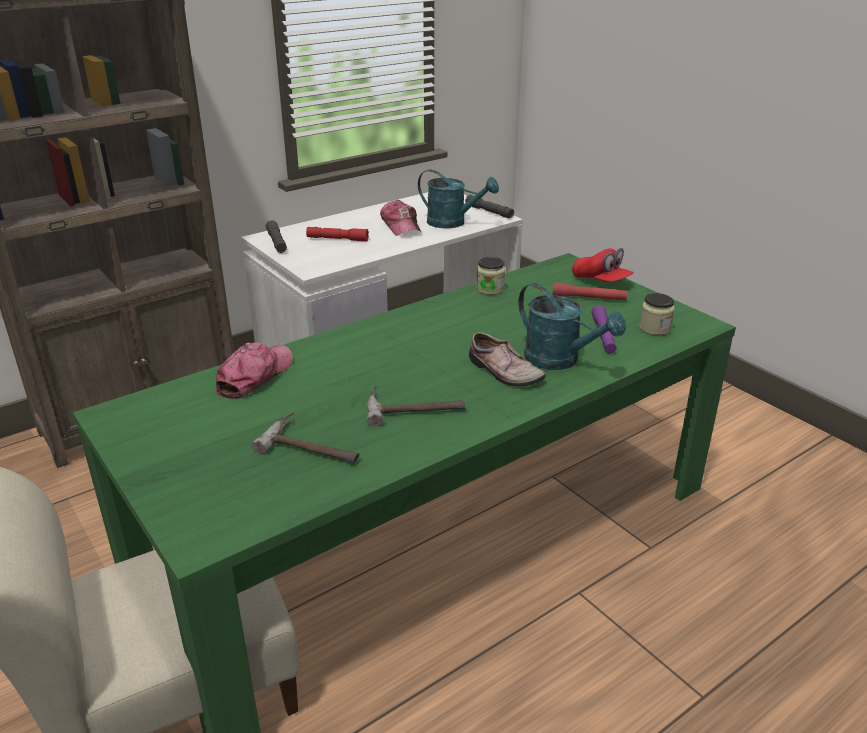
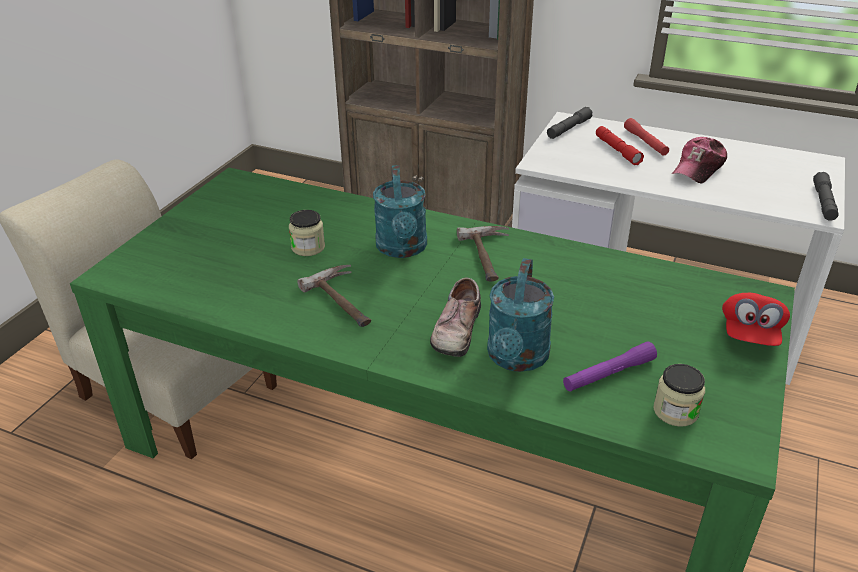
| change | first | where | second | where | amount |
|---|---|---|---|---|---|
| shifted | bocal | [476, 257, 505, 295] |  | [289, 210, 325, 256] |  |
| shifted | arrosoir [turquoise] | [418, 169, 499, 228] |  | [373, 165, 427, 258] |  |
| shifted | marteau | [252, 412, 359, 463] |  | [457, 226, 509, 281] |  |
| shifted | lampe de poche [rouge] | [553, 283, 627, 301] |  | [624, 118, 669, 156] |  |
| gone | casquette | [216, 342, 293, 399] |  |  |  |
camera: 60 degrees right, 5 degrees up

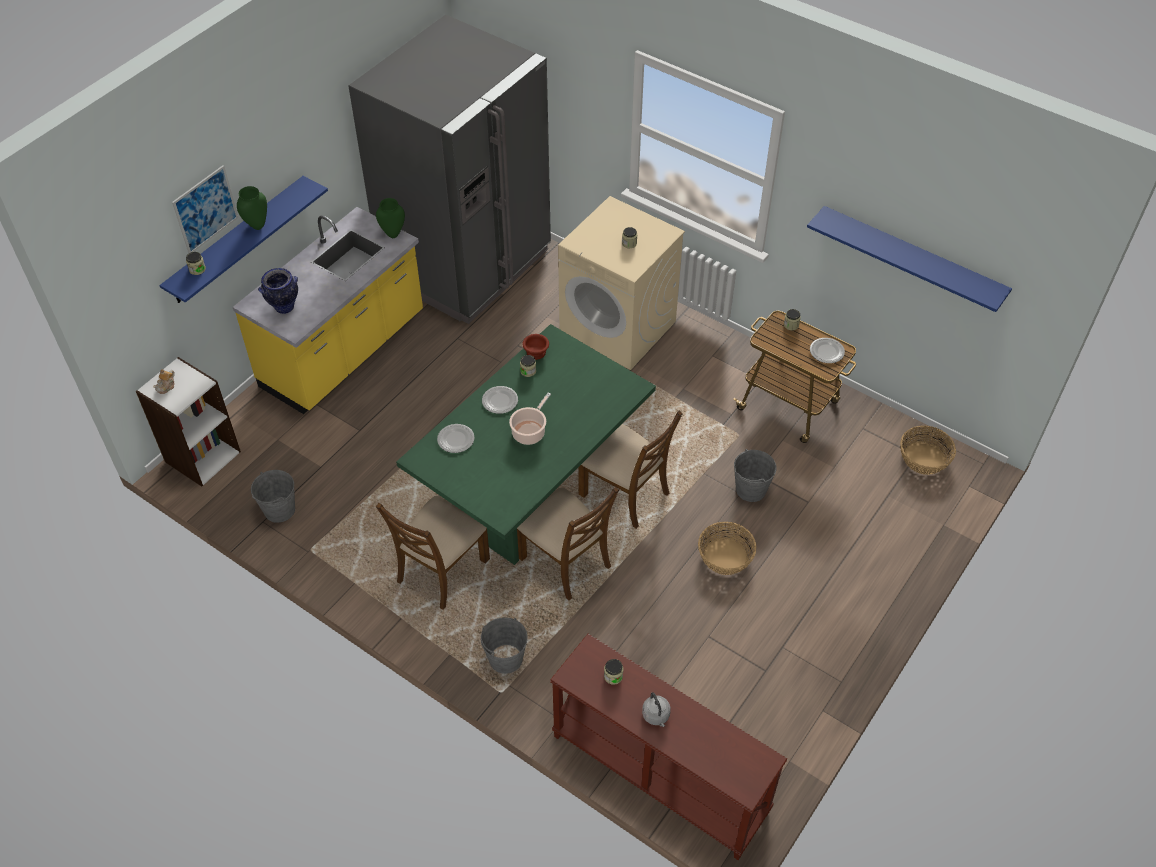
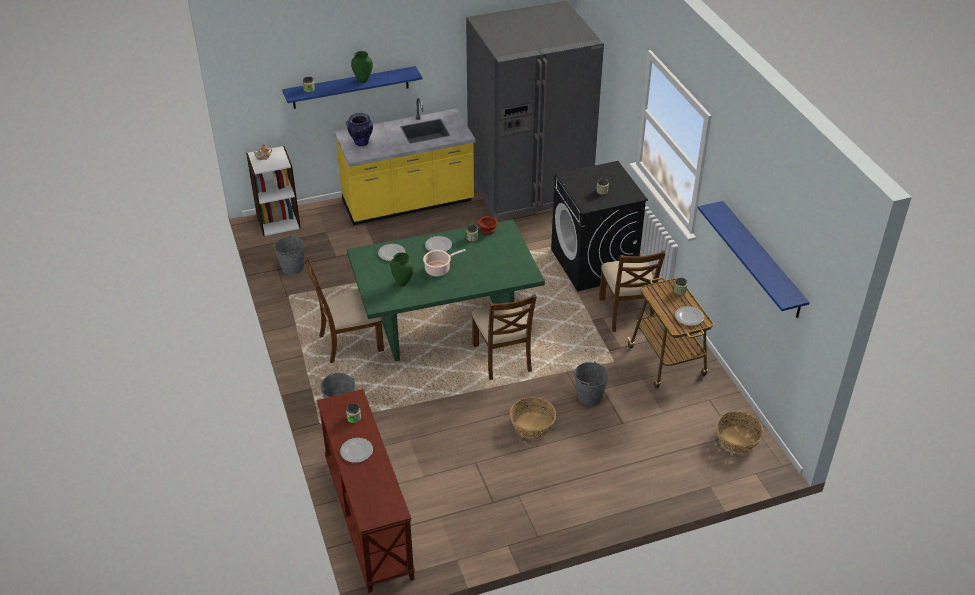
| change | first | where | second | where | amount |
|---|---|---|---|---|---|
| swapped | bouilloire [gris] | [642, 692, 671, 727] | assiette | [340, 438, 373, 463] |  |
| shifted | vase [vert] | [376, 198, 405, 238] |  | [390, 253, 413, 287] |  |
| repainted | lave-linge [beige] | [558, 196, 685, 370] | lave-linge [noir] | [551, 161, 648, 291] |  |
| shifted | chaise [marron] | [517, 487, 619, 600] |  | [599, 251, 665, 332] |  |
| gone | tableau | [172, 165, 238, 253] |  |  |  |
camera: 35 degrees right, 10 degrees down

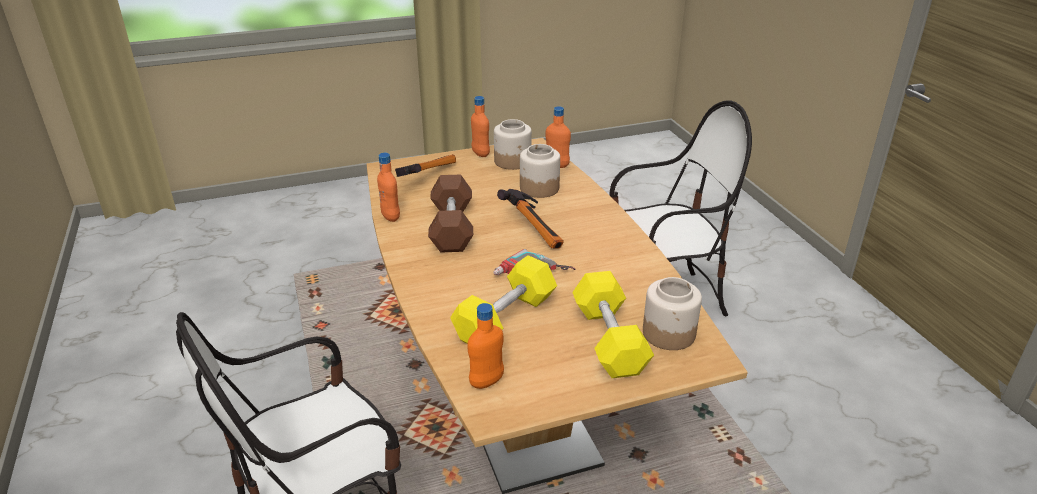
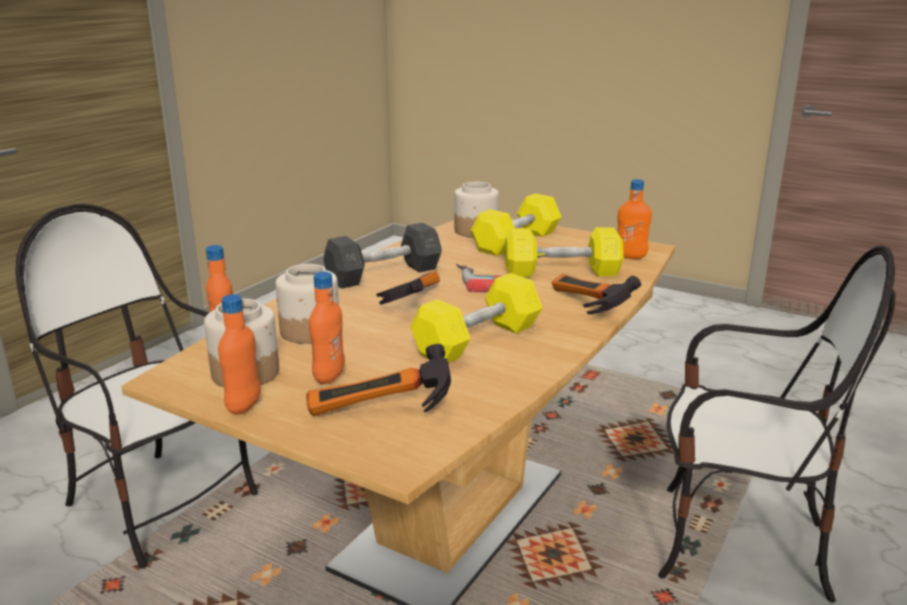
| change | first | where | second | where | amount |
|---|---|---|---|---|---|
| shifted | bouteille [orange] | [377, 153, 400, 222] |  | [309, 272, 345, 384] |  |
| new |  |  | haltère [gris] | [323, 223, 442, 289] |  |
| repainted | haltère [marron] | [428, 174, 473, 253] | haltère [jaune] | [410, 273, 543, 363] |  |
| new |  |  | marteau | [552, 274, 641, 314] |  |
camera: 130 degrees left, 10 degrees down

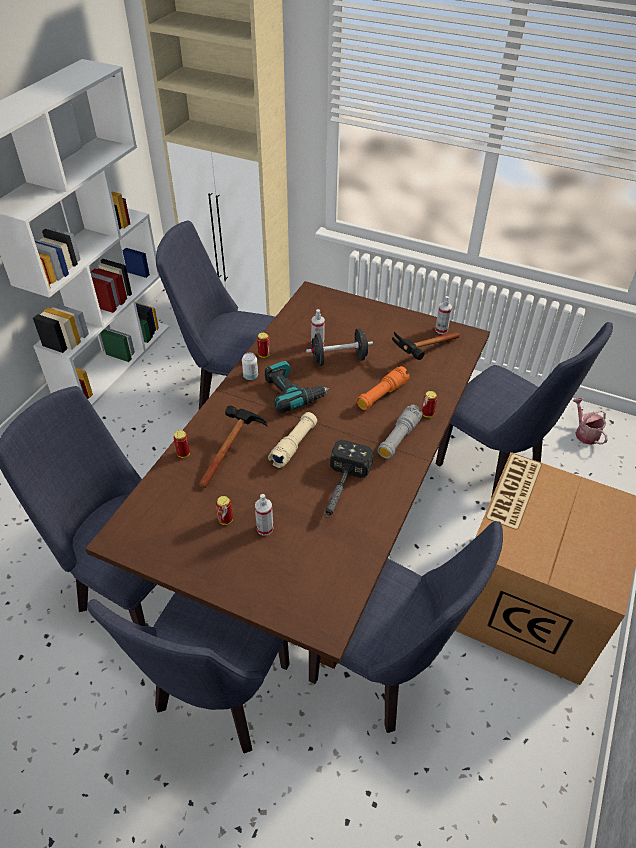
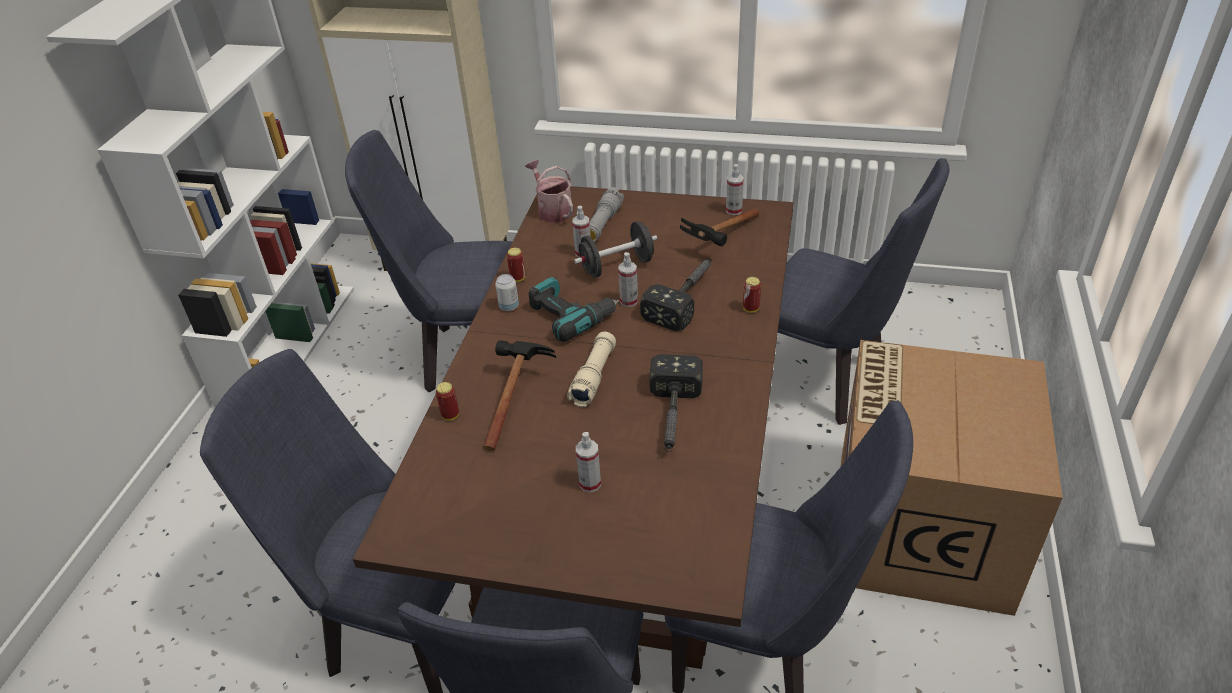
| change | first | where | second | where | amount |
|---|---|---|---|---|---|
| shifted | arrosoir | [572, 398, 608, 445] |  | [525, 160, 574, 222] |  |
| shifted | lampe de poche [gris] | [378, 405, 423, 459] |  | [590, 187, 624, 242] |  |
| new |  |  | vaporisateur | [618, 252, 638, 307] |  |
| swapped | lampe de poche [orange] | [356, 366, 410, 410] | marteau | [640, 259, 713, 331] |  |
| gone | boîte métallique | [216, 496, 233, 525] |  |  |  |
camera: 10 degrees left, 5 degrees down

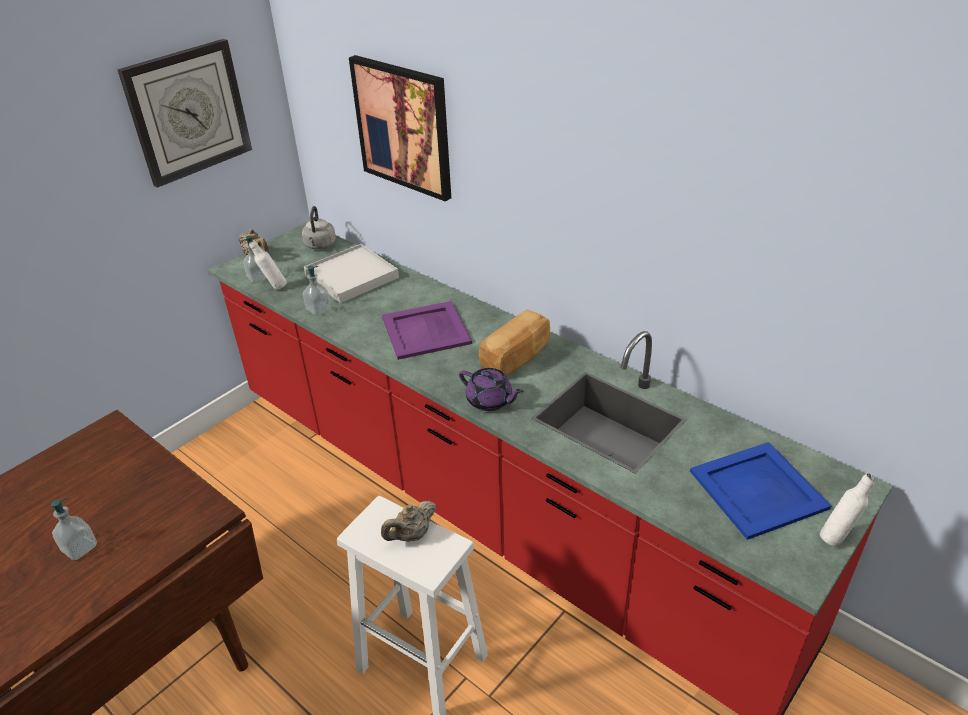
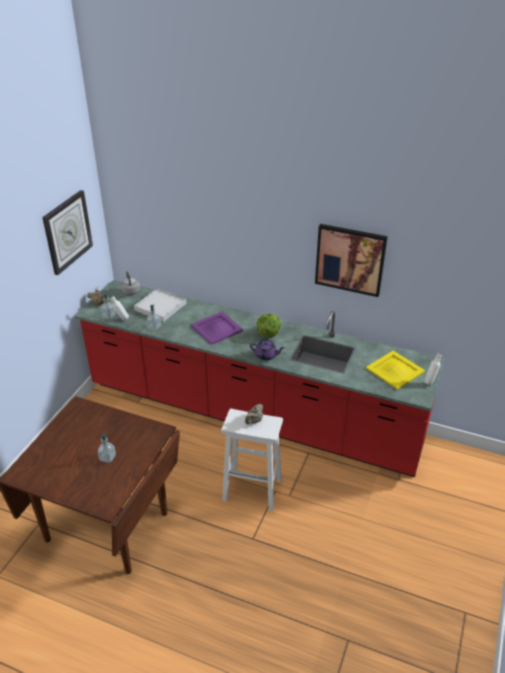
| change | first | where | second | where | amount |
|---|---|---|---|---|---|
| swapped | pain | [479, 309, 550, 376] | laitue | [257, 314, 280, 337] |  |
| shifted | tableau | [349, 55, 451, 202] |  | [315, 224, 388, 297] |  |
| repainted | plateau [bleu] | [690, 442, 832, 540] | plateau [jaune] | [366, 351, 425, 390] |  |
camera: 20 degrees left, 0 degrees up

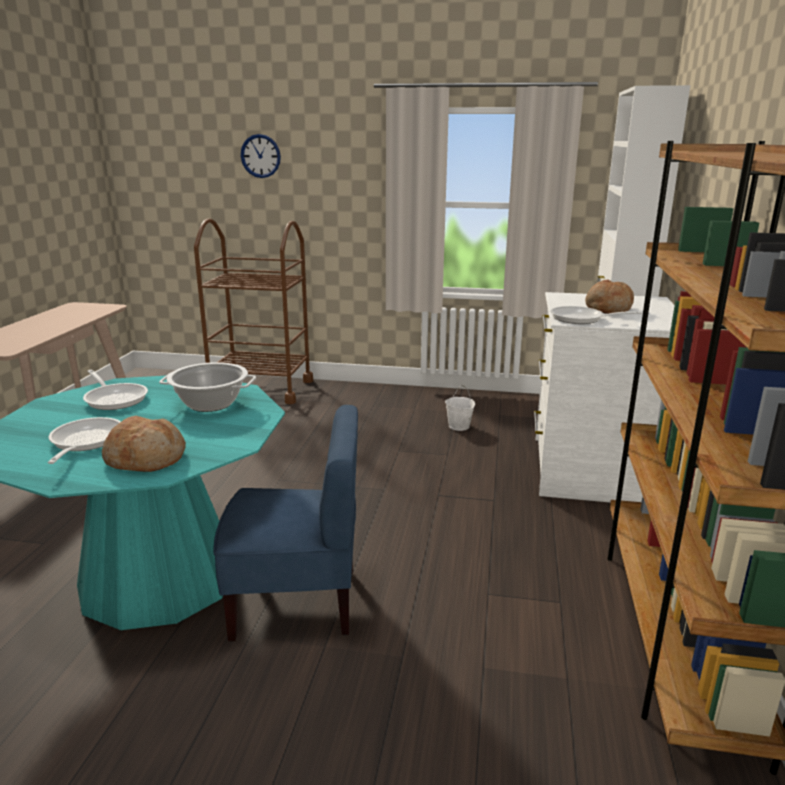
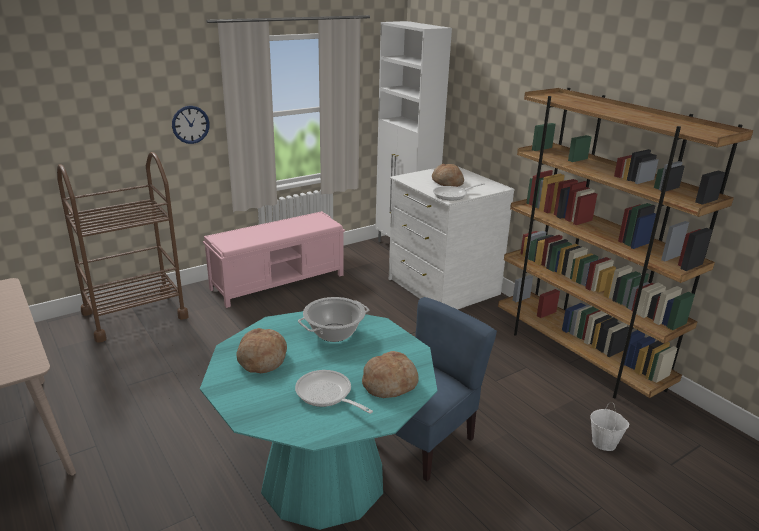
| change | first | where | second | where | amount |
|---|---|---|---|---|---|
| shifted | horloge murale | [241, 134, 281, 178] |  | [172, 106, 210, 144] |  |
| new |  |  | banc [rose] | [203, 211, 345, 308] |  |
| swapped | poêle | [83, 370, 148, 410] | pain | [237, 328, 287, 373] |  |
| shifted | seau [blanc] | [445, 385, 475, 431] |  | [590, 402, 629, 451] |  |
camera: 45 degrees left, 5 degrees up

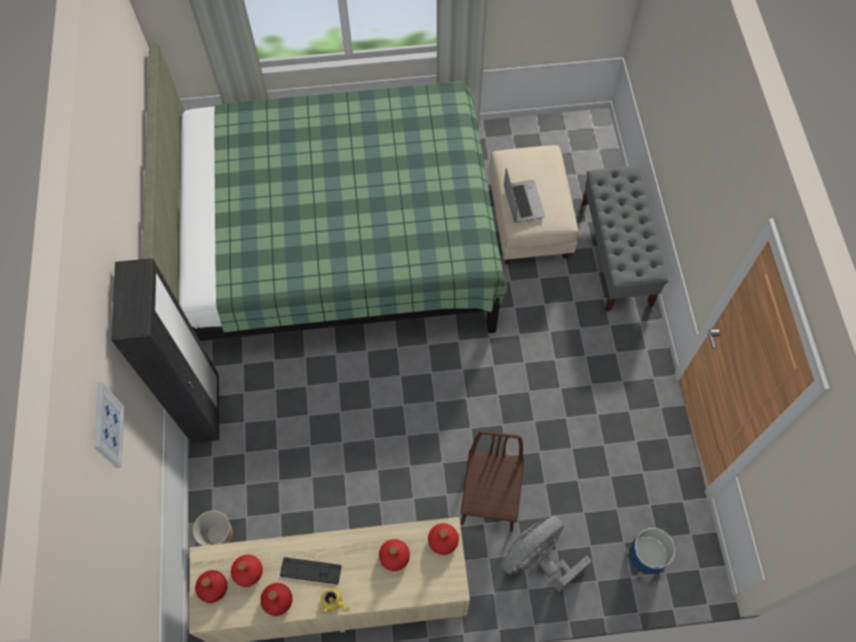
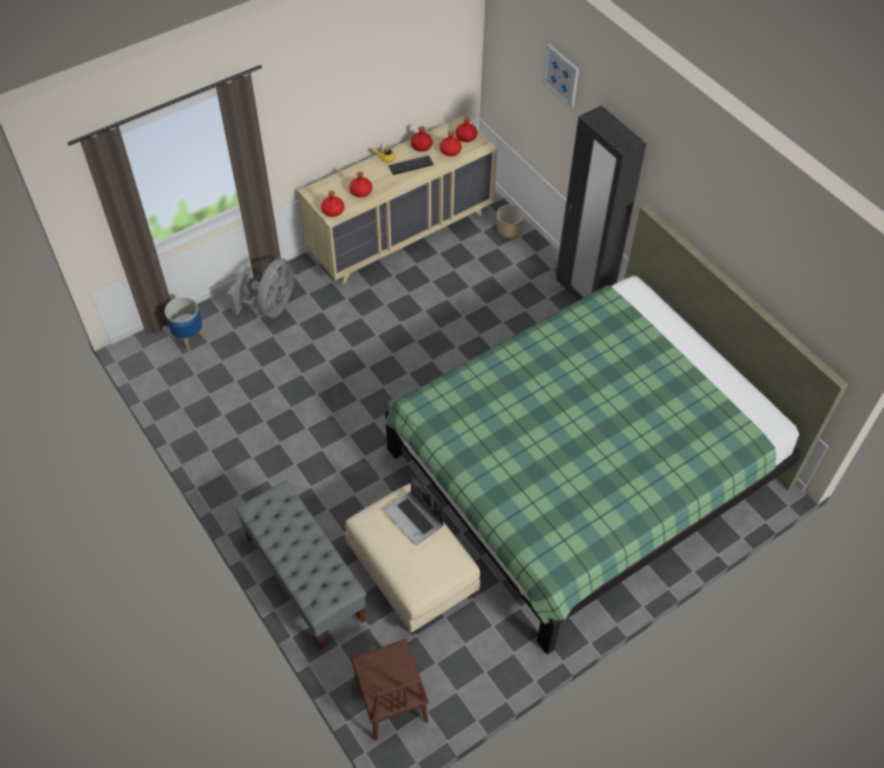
| change | first | where | second | where | amount |
|---|---|---|---|---|---|
| shifted | chaise [marron] | [461, 430, 524, 532] |  | [350, 639, 429, 741] |  |
camera: 150 degrees right, 10 degrees down

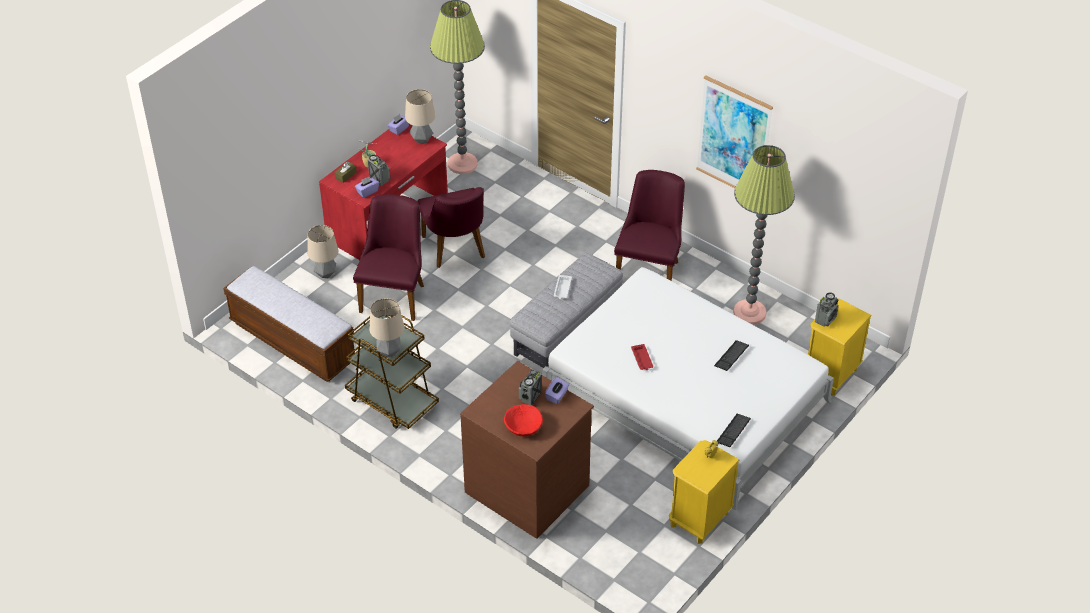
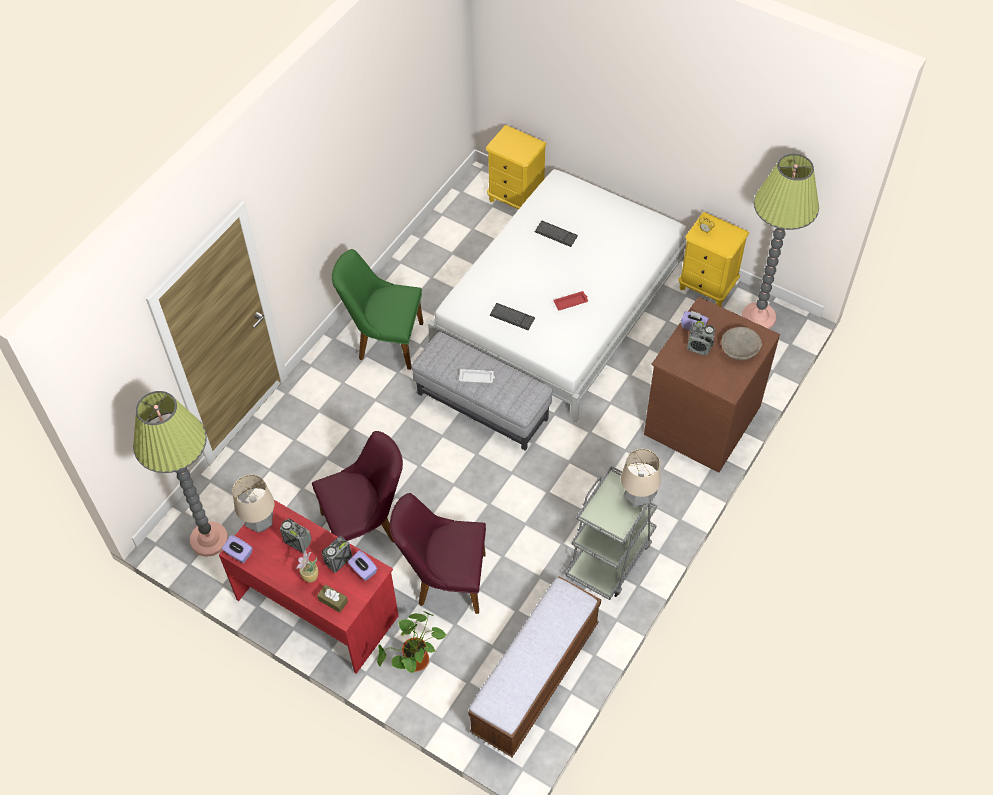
| change | first | where | second | where | amount |
|---|---|---|---|---|---|
| shifted | radio | [815, 292, 839, 327] |  | [280, 519, 312, 553] |  |
| repainted | chaise [violet] | [614, 170, 685, 281] | chaise [vert] | [332, 249, 423, 370] |  |
| swapped | lampe de table | [307, 225, 338, 278] | plante en pot | [377, 611, 446, 673] |  |
| shifted | clavier | [717, 414, 751, 447] |  | [490, 303, 535, 330] |  |
| repainted | chariot [marron] | [345, 316, 439, 429] | chariot [gris] | [565, 466, 657, 600] |  |
| repainted | bol [rouge] | [504, 404, 543, 437] | bol [beige] | [721, 327, 762, 360] |  |
| shifted | lampadaire | [733, 145, 795, 325] |  | [742, 154, 819, 329] |  |
| gone | tableau | [696, 75, 773, 188] |  |  |  |
camera: 95 degrees left, 10 degrees up

